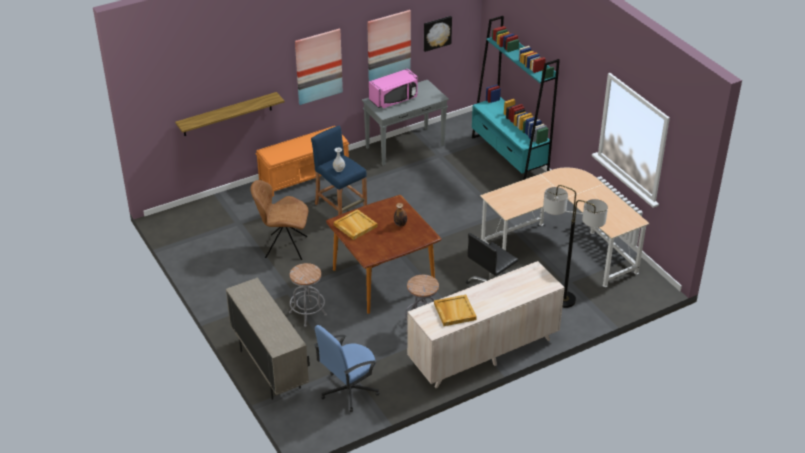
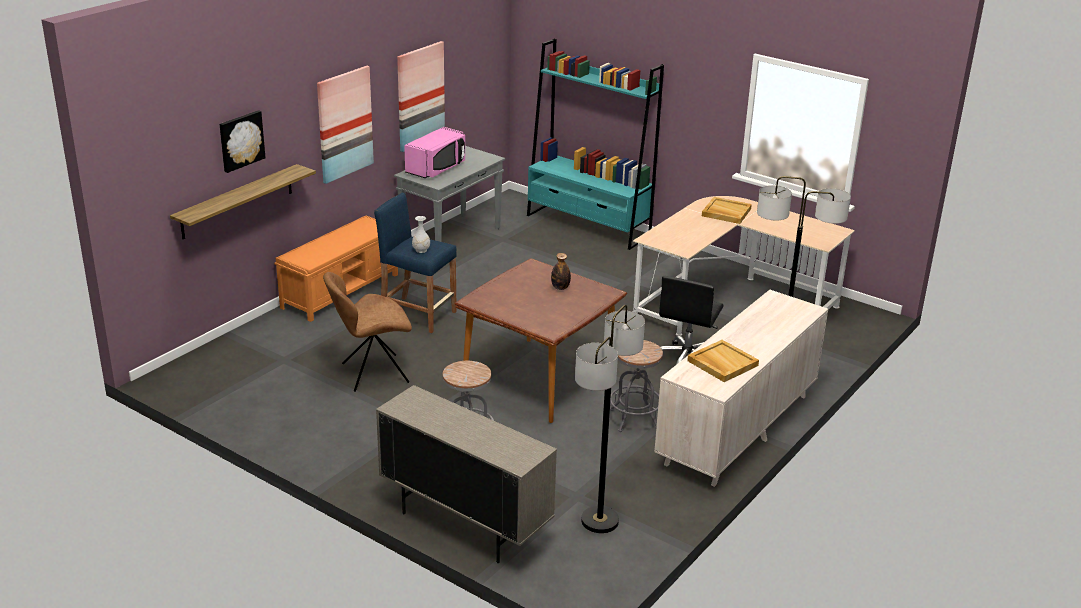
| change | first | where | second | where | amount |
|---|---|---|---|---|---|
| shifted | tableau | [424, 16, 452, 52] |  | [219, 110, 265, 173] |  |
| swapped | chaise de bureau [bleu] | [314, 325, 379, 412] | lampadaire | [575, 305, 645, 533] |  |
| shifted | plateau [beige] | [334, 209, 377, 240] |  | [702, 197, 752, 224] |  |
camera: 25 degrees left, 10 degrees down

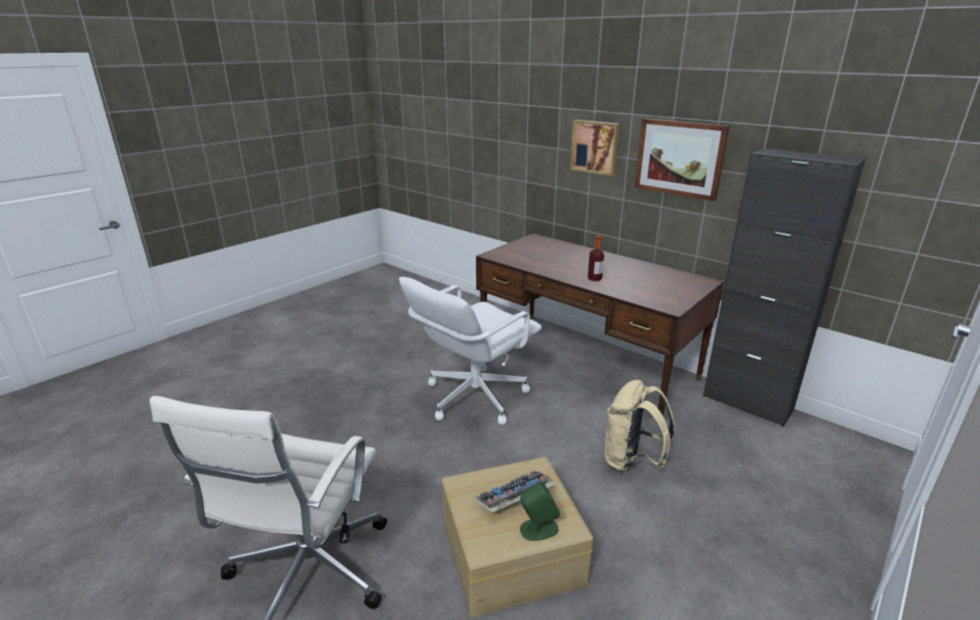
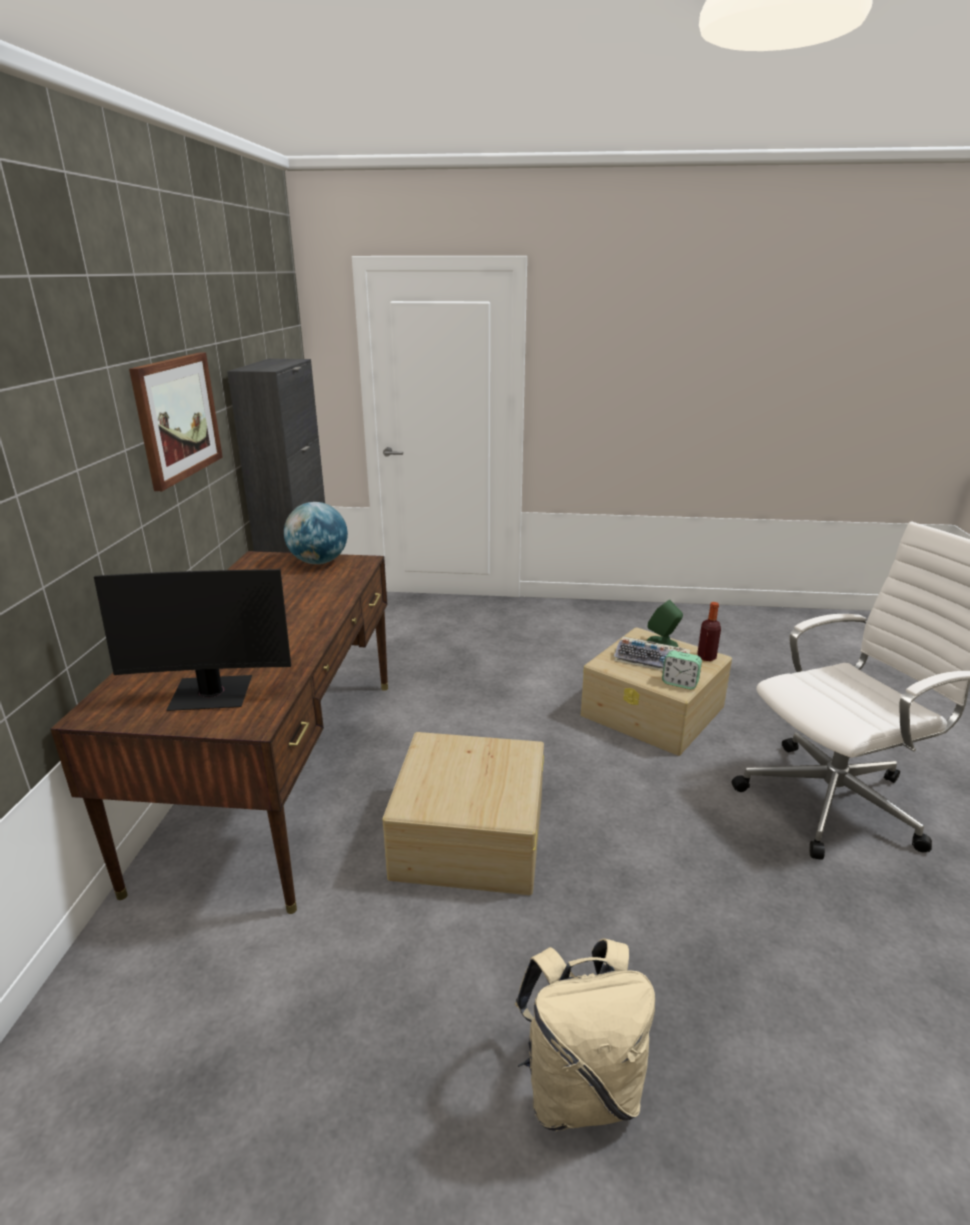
| change | first | where | second | where | amount |
|---|---|---|---|---|---|
| new |  |  | écran d'ordinateur | [94, 569, 291, 711] |  |
| new |  |  | globe | [284, 502, 348, 564] |  |
| swapped | chaise de bureau [blanc] | [399, 277, 542, 425] | boîte de rangement [beige] | [382, 732, 544, 895] |  |
| shifted | sac à dos [beige] | [605, 380, 675, 472] |  | [515, 938, 655, 1131] |  |
| new |  |  | réveil | [662, 650, 702, 689] |  |
| shifted | bouteille | [588, 235, 604, 281] |  | [697, 602, 721, 661] |  |
| gone | tableau | [570, 120, 620, 176] |  |  |  |
camera: 125 degrees left, 0 degrees up

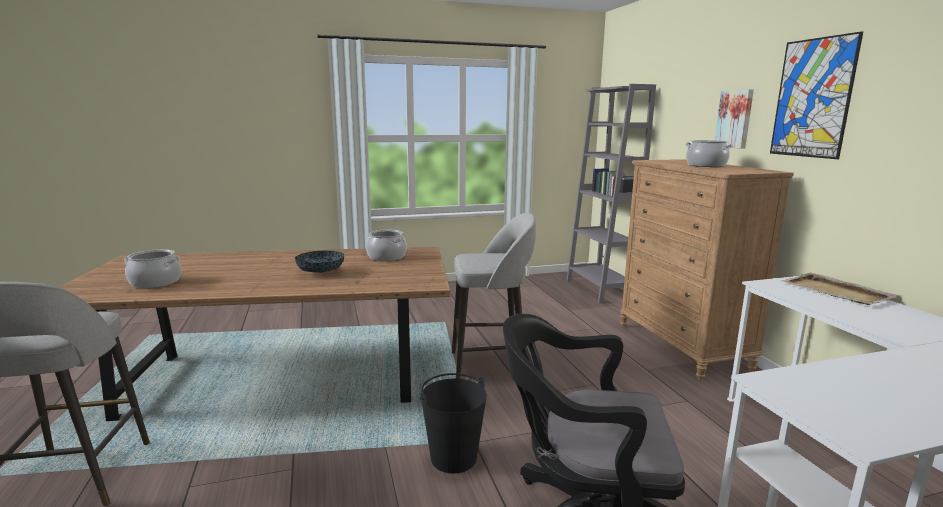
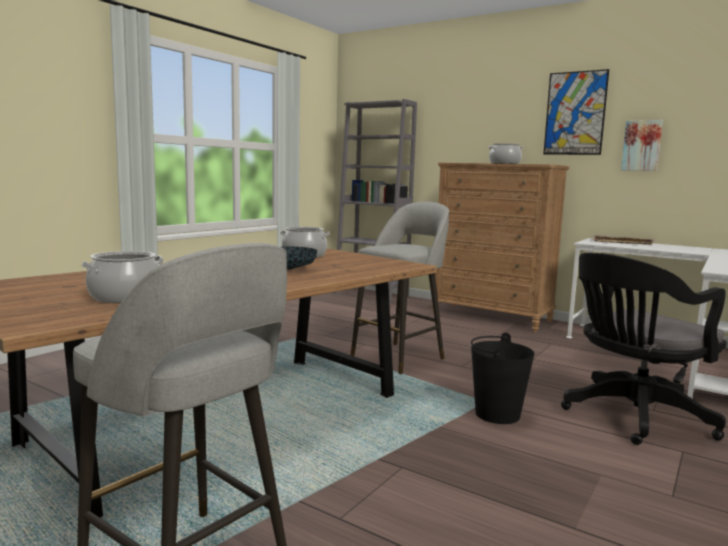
| change | first | where | second | where | amount |
|---|---|---|---|---|---|
| shifted | tableau | [715, 89, 754, 148] |  | [621, 120, 663, 171] |  |
camera: 40 degrees left, 5 degrees down

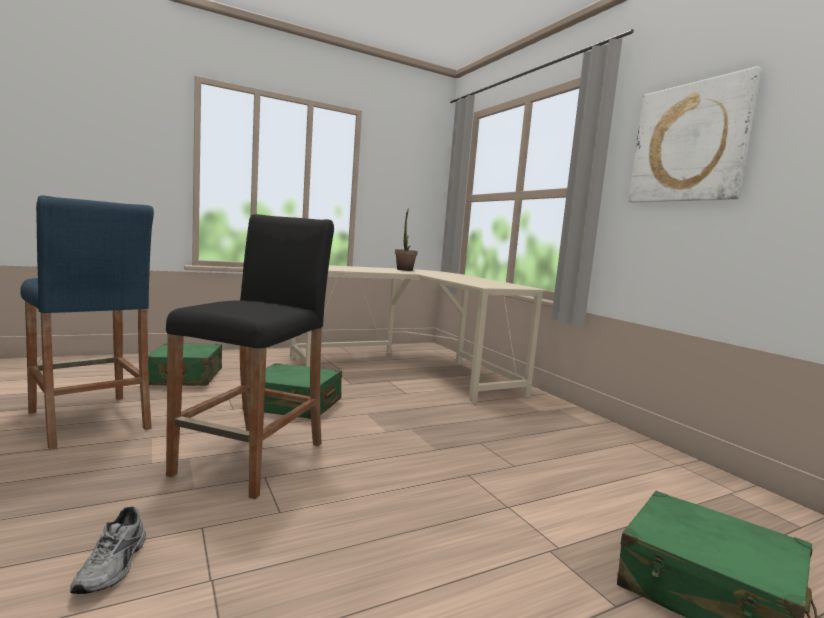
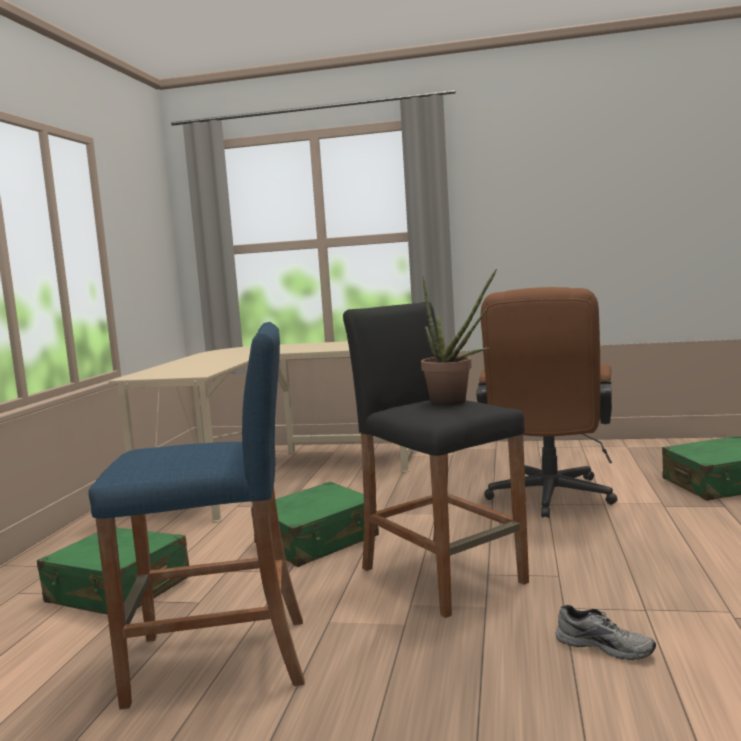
| change | first | where | second | where | amount |
|---|---|---|---|---|---|
| shifted | plante en pot | [395, 208, 418, 271] |  | [421, 269, 497, 406] |  |
| new |  |  | chaise de bureau [marron] | [476, 287, 618, 518] |  |
| gone | tableau | [628, 66, 762, 203] |  |  |  |
camera: 50 degrees left, 0 degrees up

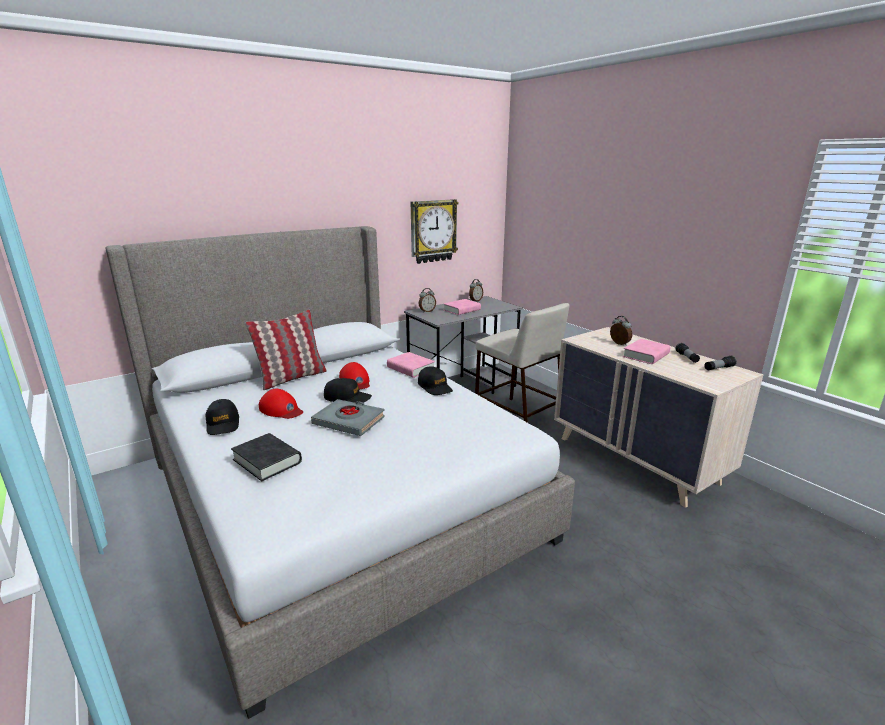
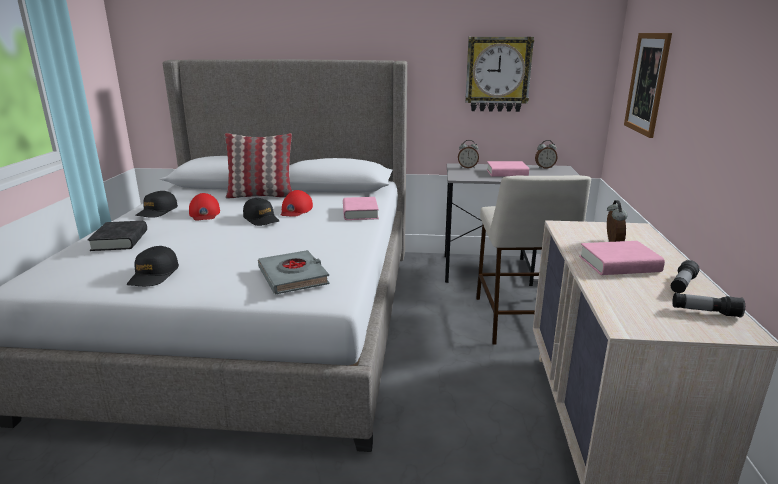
| change | first | where | second | where | amount |
|---|---|---|---|---|---|
| shifted | casquette [noir] | [418, 366, 453, 395] |  | [127, 246, 179, 286] |  |
| shifted | livre [gris] | [311, 399, 385, 436] |  | [258, 250, 330, 294] |  |
| new |  |  | tableau | [624, 33, 672, 138] |  |
camera: 40 degrees right, 0 degrees up

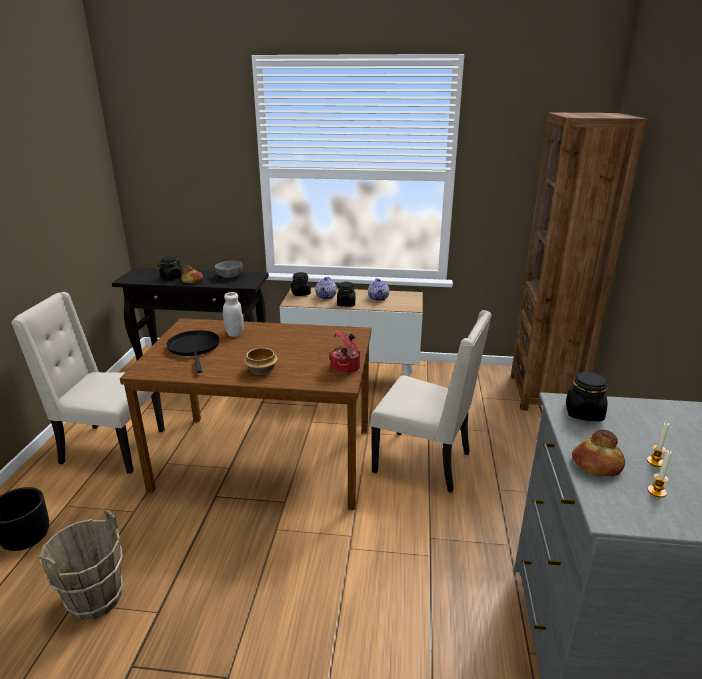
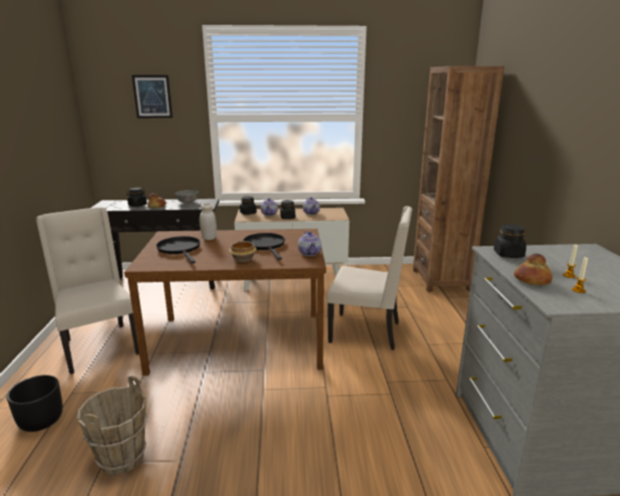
| change | first | where | second | where | amount |
|---|---|---|---|---|---|
| rotated | chaise [beige] | [11, 292, 165, 474] |  | [36, 207, 139, 374] | 60 degrees clockwise |
| new |  |  | tableau | [132, 75, 173, 118] |  |
| new |  |  | poêle [noir] | [243, 233, 285, 260] |  |
| swapped | marmite | [329, 330, 361, 374] | théière | [298, 231, 322, 256] |  |
camera: 10 degrees left, 5 degrees down

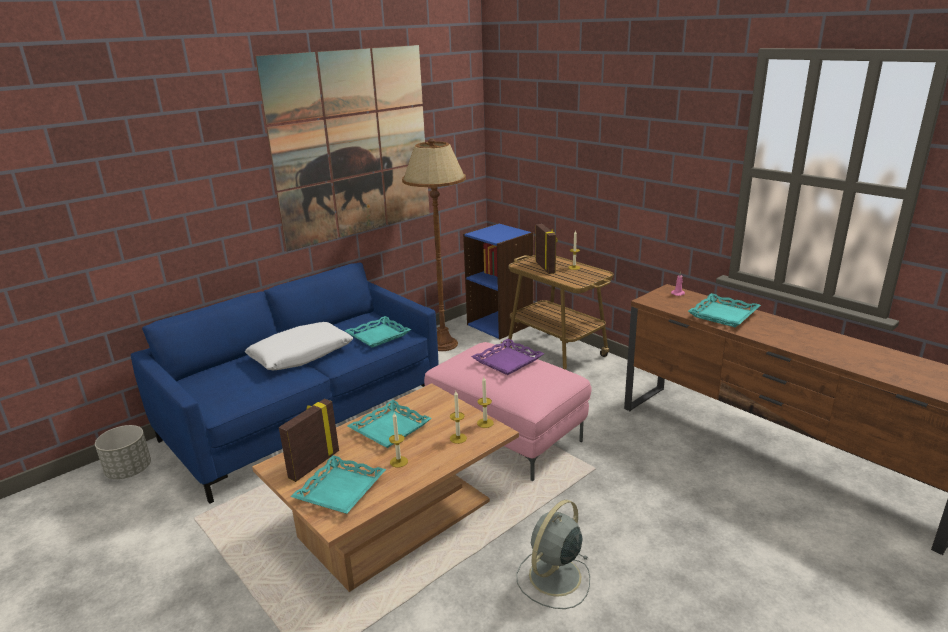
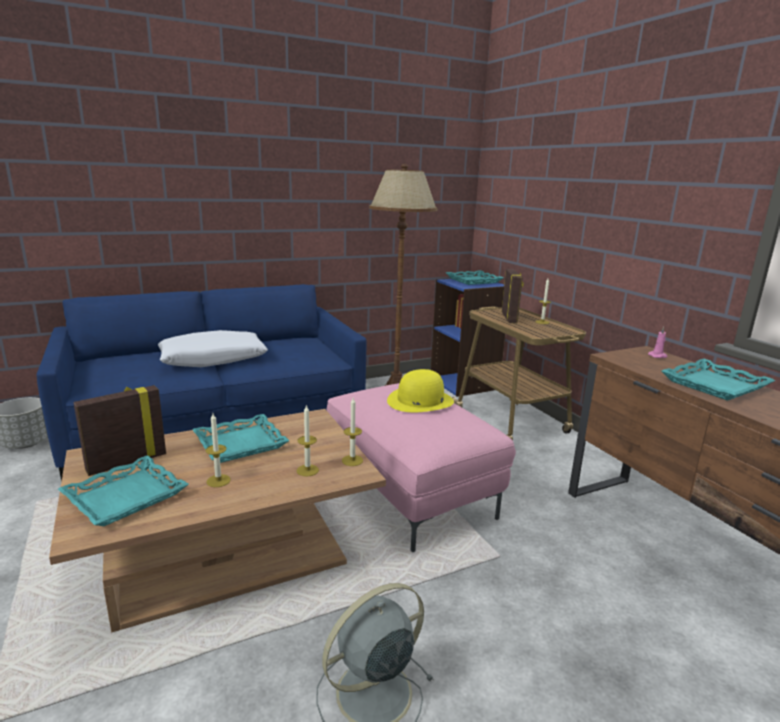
| change | first | where | second | where | amount |
|---|---|---|---|---|---|
| swapped | plateau [violet] | [471, 339, 545, 375] | chapeau [jaune] | [387, 369, 454, 412] |  |
| shifted | plateau [turquoise] | [345, 316, 411, 348] |  | [446, 270, 503, 285] |  |
| gone | tableau | [255, 45, 430, 252] |  |  |  |
camera: 15 degrees right, 5 degrees down

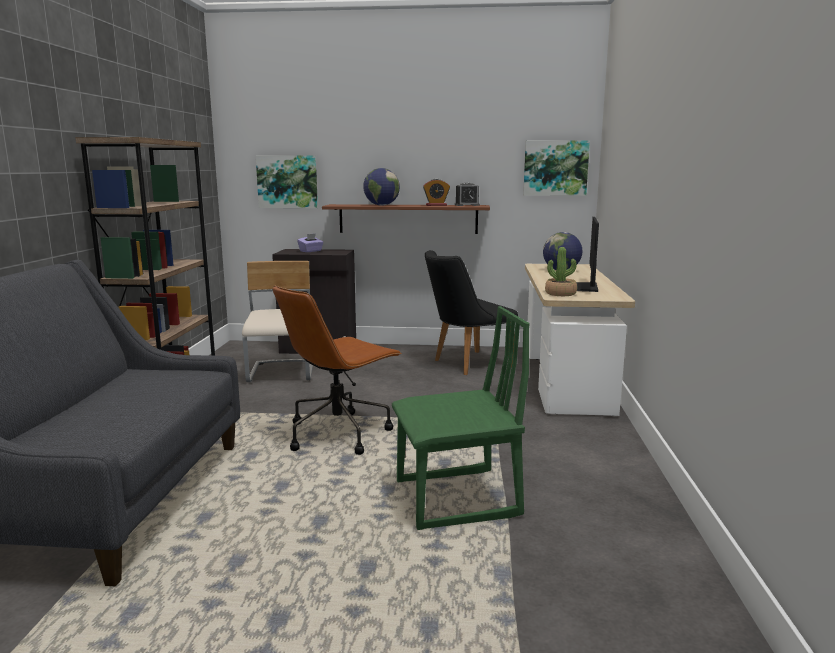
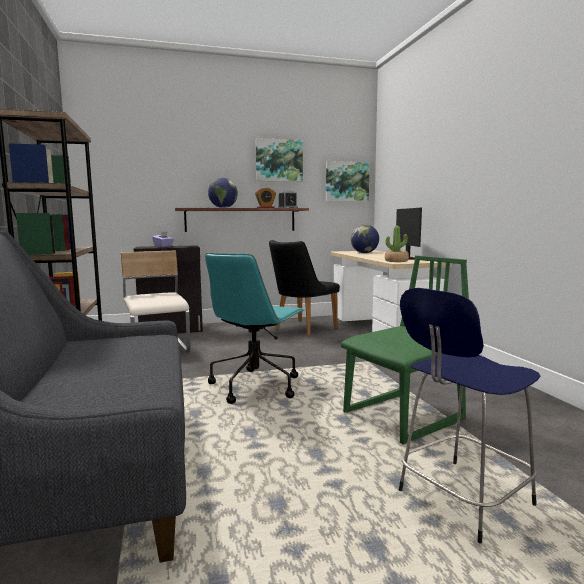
| change | first | where | second | where | amount |
|---|---|---|---|---|---|
| repainted | chaise de bureau [marron] | [273, 285, 402, 455] | chaise de bureau [turquoise] | [205, 253, 305, 404] |  |
| shifted | tableau | [256, 155, 318, 208] |  | [256, 138, 303, 182] |  |
| new |  |  | tabouret [bleu] | [399, 288, 541, 544] |  |
camera: 20 degrees left, 5 degrees down

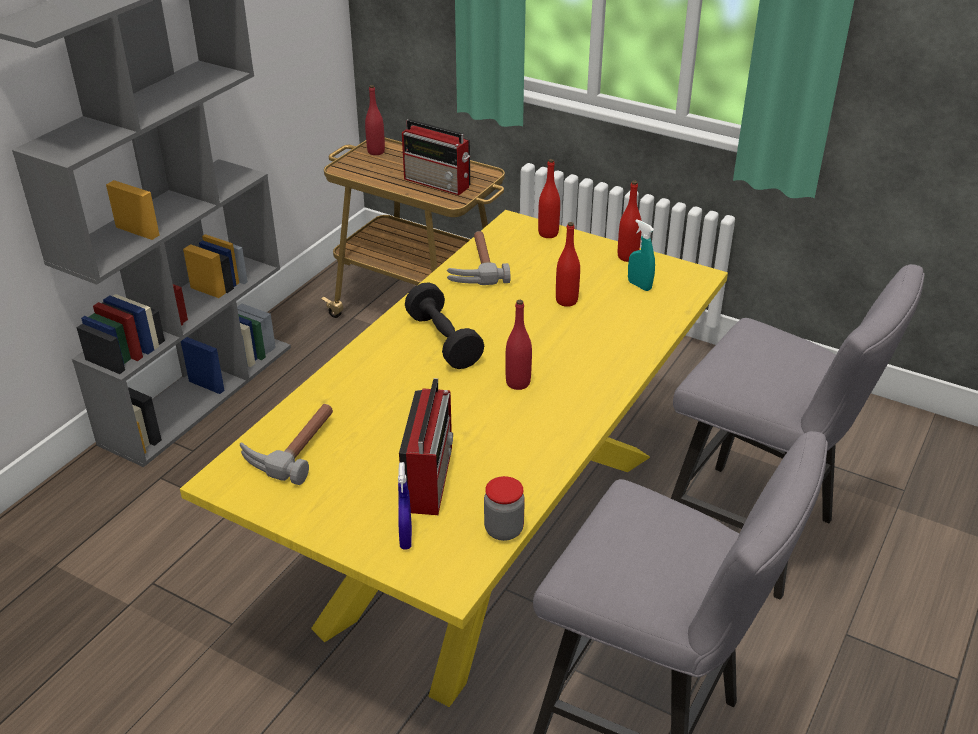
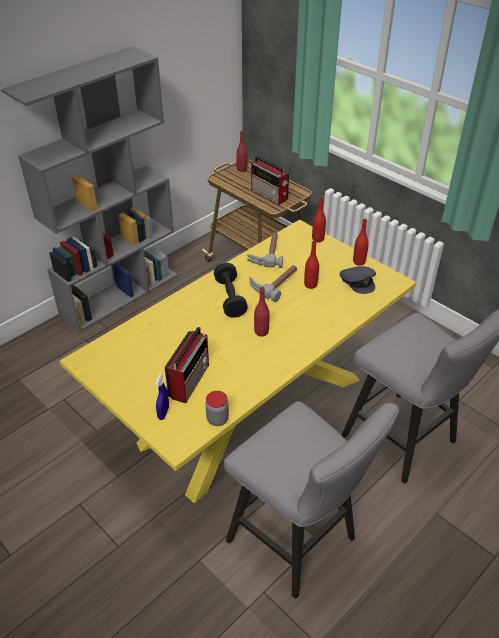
| change | first | where | second | where | amount |
|---|---|---|---|---|---|
| shifted | marteau | [240, 404, 333, 485] |  | [249, 265, 297, 302] |  |
| swapped | vaporisateur [turquoise] | [628, 220, 655, 291] | casquette [gris] | [340, 266, 376, 294] |  |
camera: 15 degrees right, 5 degrees up

